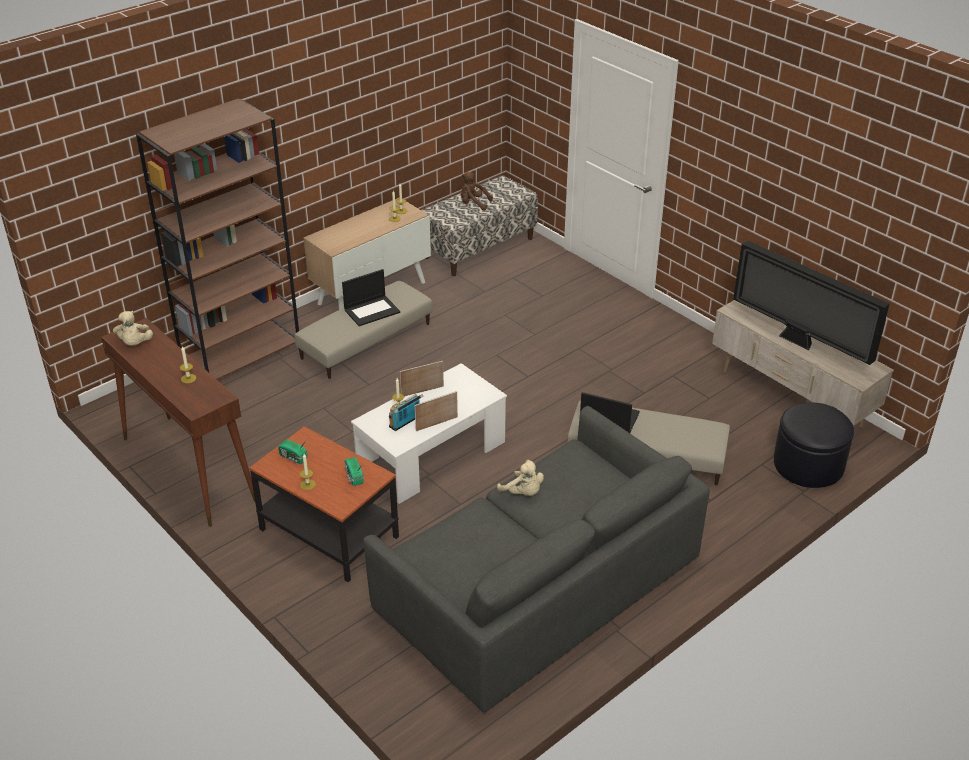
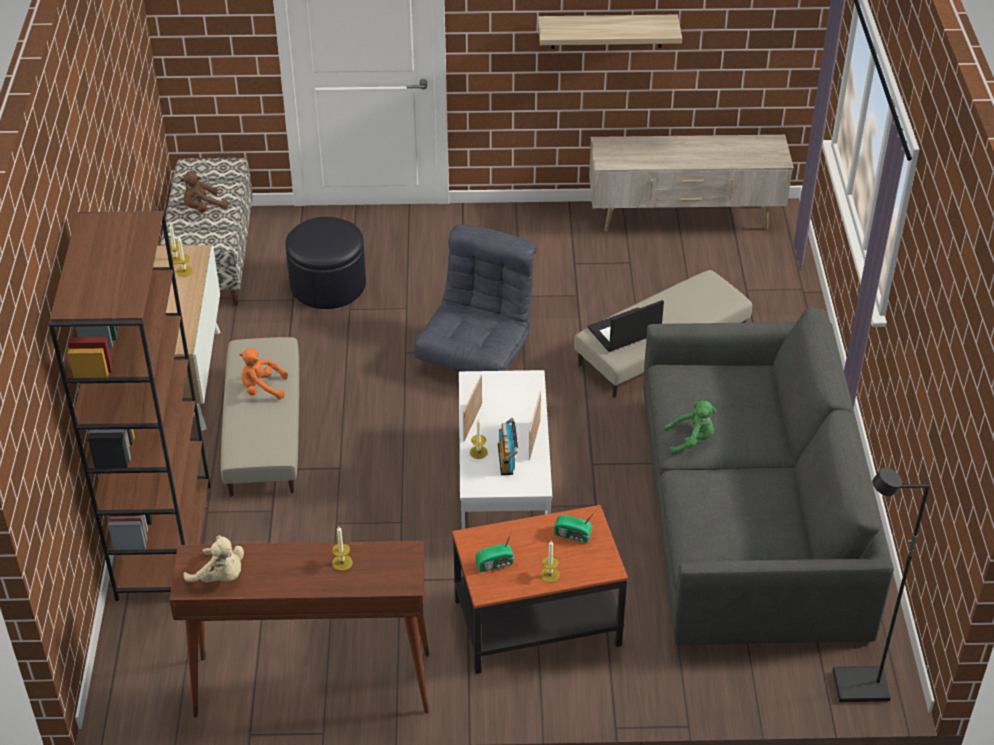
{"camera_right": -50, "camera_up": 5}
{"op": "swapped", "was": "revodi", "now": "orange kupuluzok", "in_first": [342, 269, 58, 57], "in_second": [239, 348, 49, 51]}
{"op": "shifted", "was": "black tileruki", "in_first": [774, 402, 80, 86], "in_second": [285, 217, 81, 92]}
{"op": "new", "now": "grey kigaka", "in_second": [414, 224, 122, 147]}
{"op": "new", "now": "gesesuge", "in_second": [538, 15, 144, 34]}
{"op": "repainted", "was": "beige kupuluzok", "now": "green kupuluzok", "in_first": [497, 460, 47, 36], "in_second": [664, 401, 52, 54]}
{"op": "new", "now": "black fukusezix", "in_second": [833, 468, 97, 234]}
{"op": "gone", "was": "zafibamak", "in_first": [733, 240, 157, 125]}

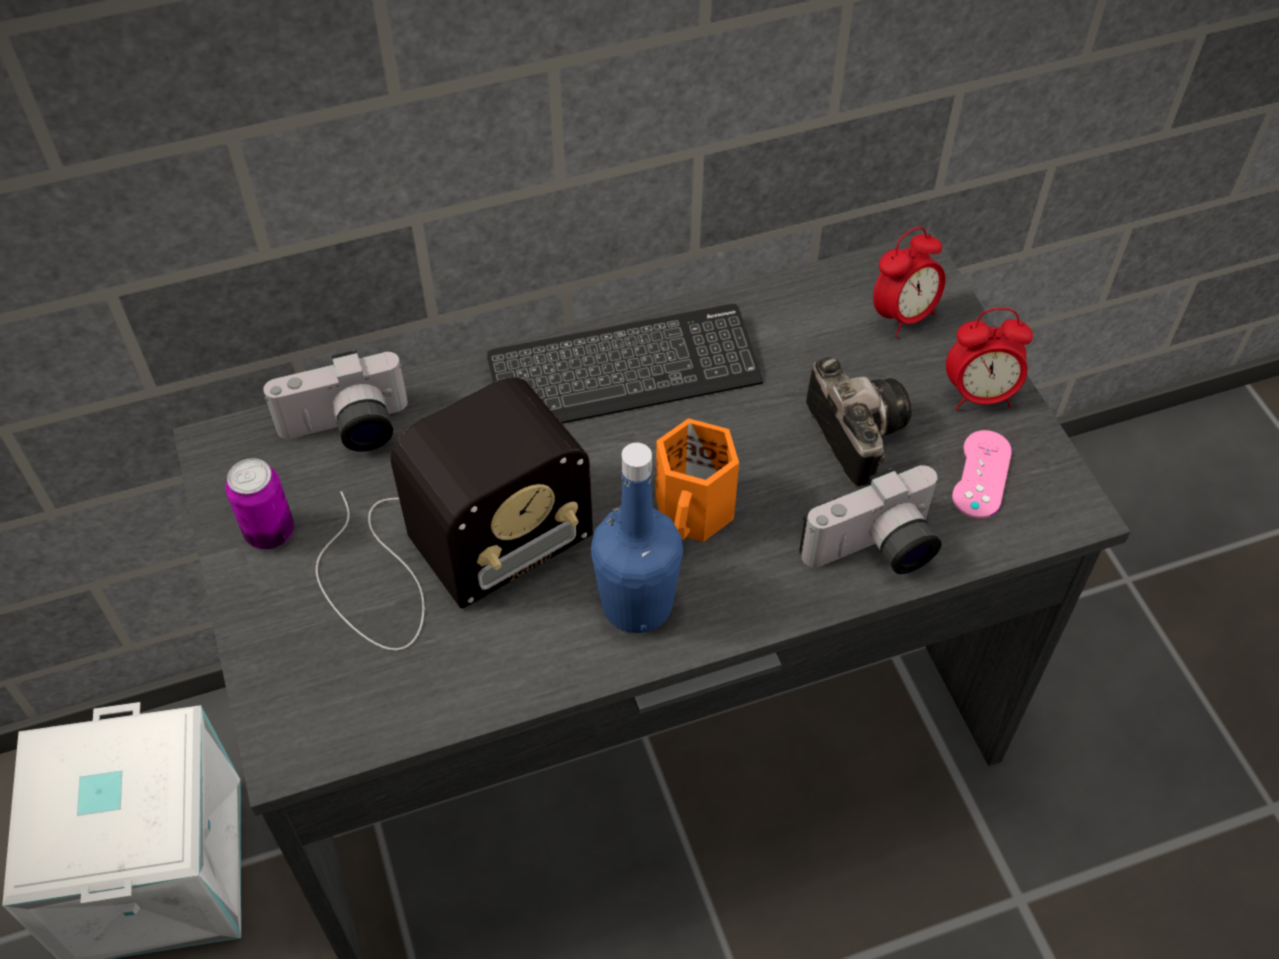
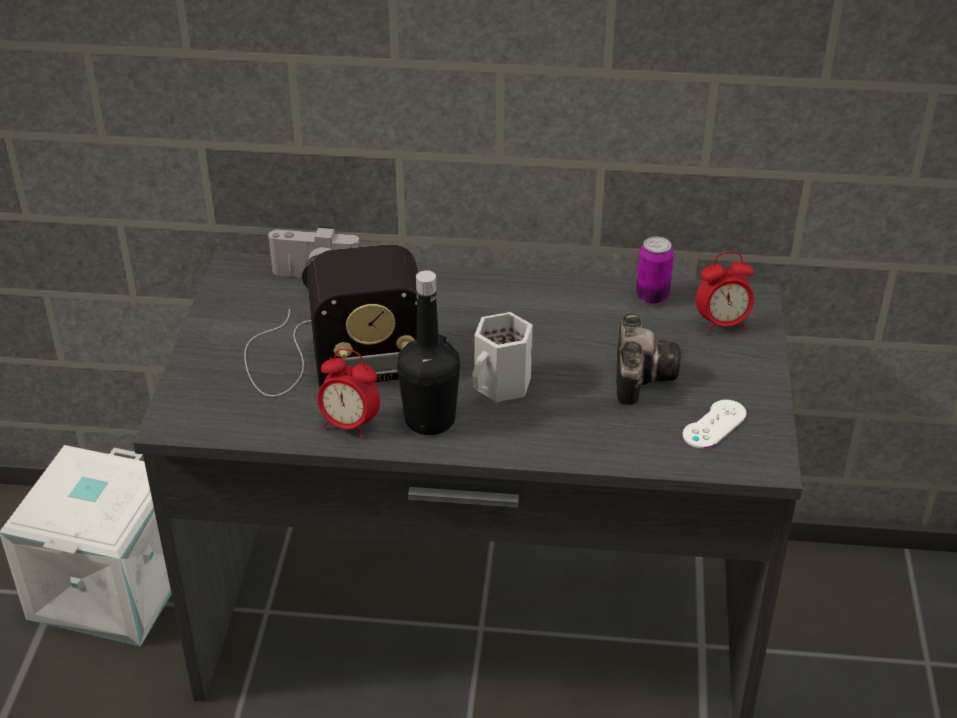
{"camera_right": 25, "camera_up": -15}
{"op": "shifted", "was": "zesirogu", "in_first": [946, 308, 87, 102], "in_second": [317, 349, 63, 90]}
{"op": "repainted", "was": "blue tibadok", "now": "black tibadok", "in_first": [591, 443, 92, 190], "in_second": [397, 270, 63, 165]}
{"op": "repainted", "was": "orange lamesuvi", "now": "white lamesuvi", "in_first": [656, 418, 83, 124], "in_second": [472, 312, 61, 90]}
{"op": "shifted", "was": "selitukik", "in_first": [226, 458, 68, 91], "in_second": [636, 237, 38, 67]}
{"op": "repainted", "was": "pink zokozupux", "now": "white zokozupux", "in_first": [952, 430, 60, 89], "in_second": [683, 400, 64, 49]}
{"op": "gone", "was": "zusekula", "in_first": [487, 304, 276, 120]}
{"op": "gone", "was": "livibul", "in_first": [799, 465, 142, 109]}

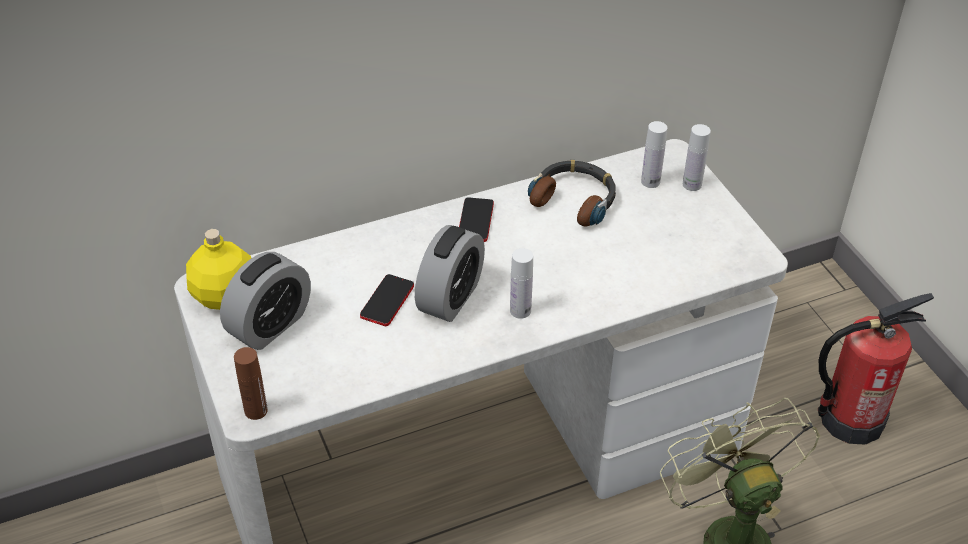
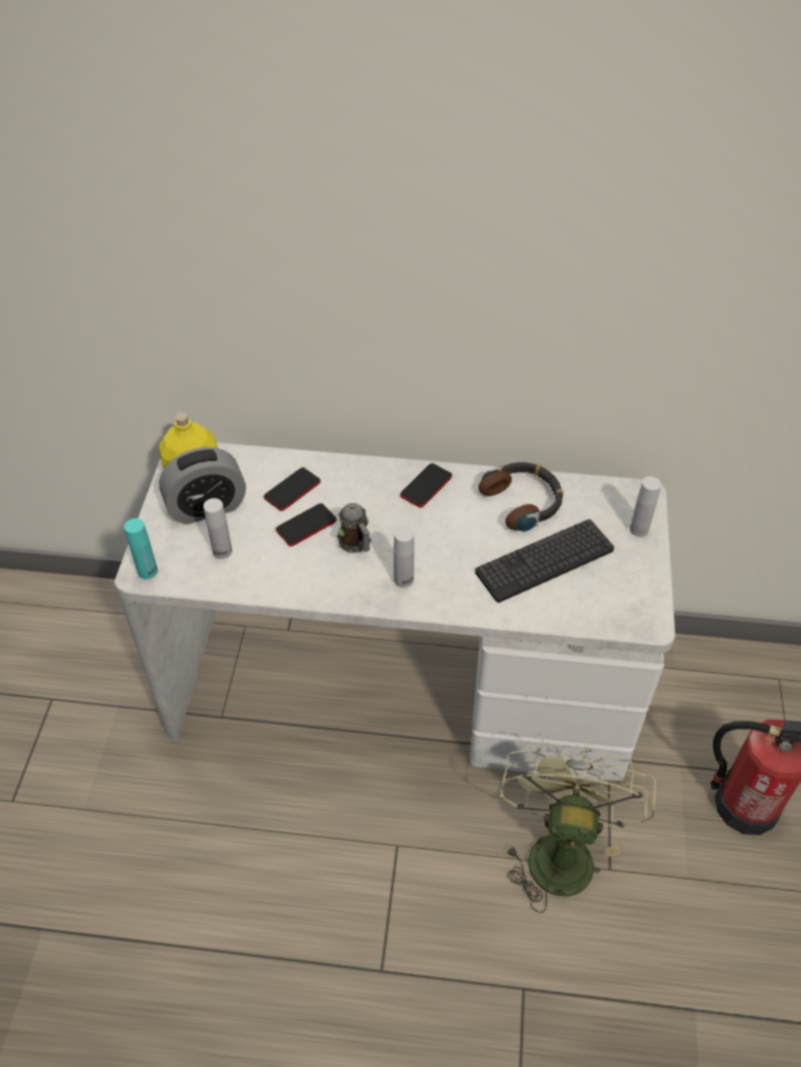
{"camera_right": 30, "camera_up": 5}
{"op": "repainted", "was": "brown tibadok", "now": "turquoise tibadok", "in_first": [234, 347, 34, 73], "in_second": [124, 518, 34, 61]}
{"op": "shifted", "was": "white tibadok", "in_first": [641, 121, 26, 67], "in_second": [203, 498, 29, 61]}
{"op": "new", "now": "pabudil", "in_second": [264, 467, 57, 44]}
{"op": "swapped", "was": "zesirogu", "now": "lamesuvi", "in_first": [415, 225, 70, 97], "in_second": [337, 503, 34, 50]}
{"op": "new", "now": "zusekula", "in_second": [475, 519, 139, 84]}

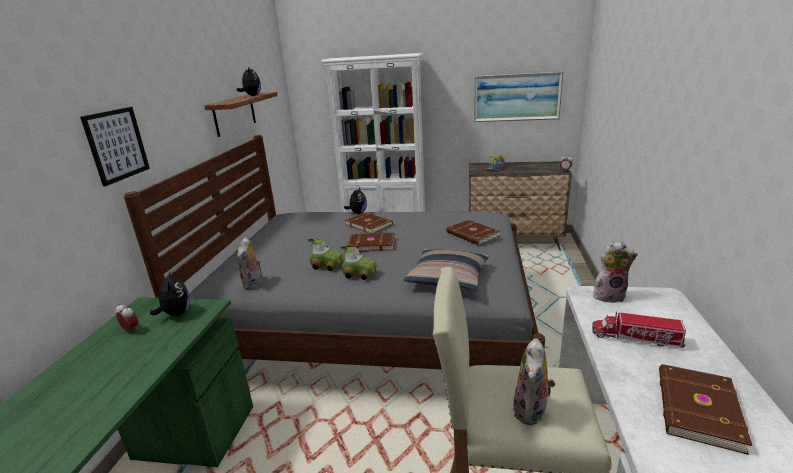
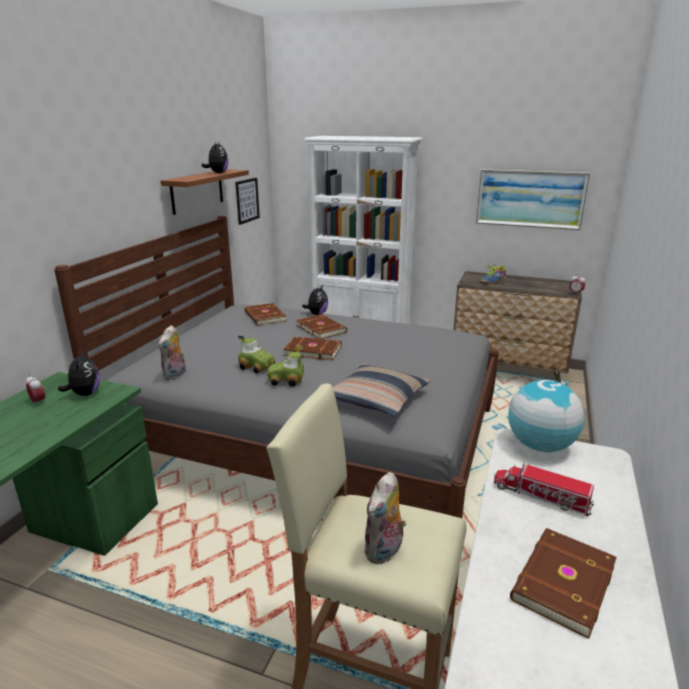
{"camera_right": 10, "camera_up": 0}
{"op": "shifted", "was": "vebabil", "in_first": [80, 107, 70, 80], "in_second": [235, 178, 25, 47]}
{"op": "shifted", "was": "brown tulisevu", "in_first": [446, 220, 54, 25], "in_second": [244, 303, 42, 22]}
{"op": "rotated", "was": "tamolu", "in_first": [341, 246, 36, 34], "in_second": [267, 345, 37, 42], "clockwise": 150}
{"op": "swapped", "was": "kupuluzok", "now": "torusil", "in_first": [593, 242, 45, 61], "in_second": [508, 380, 77, 72]}

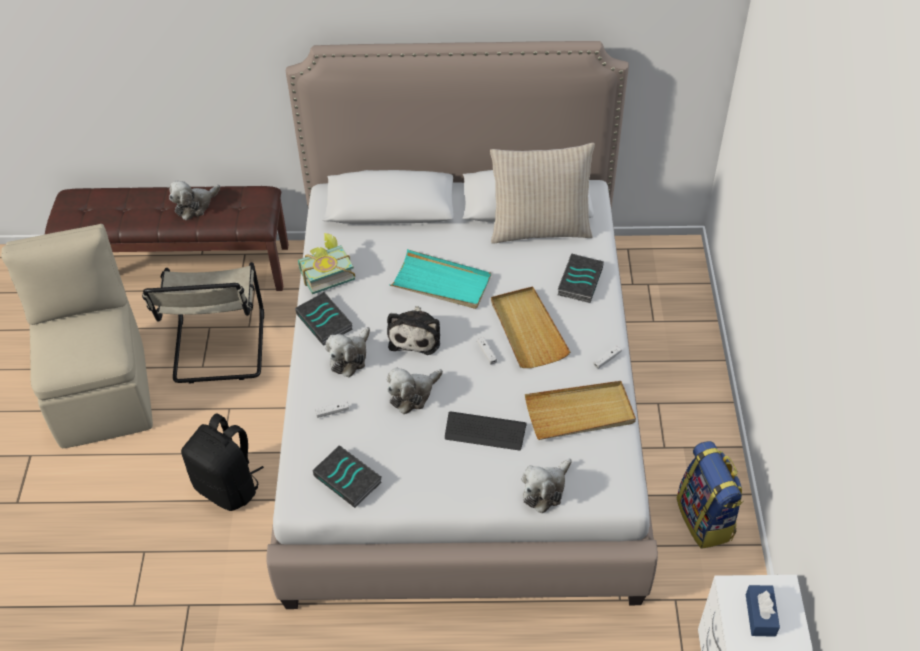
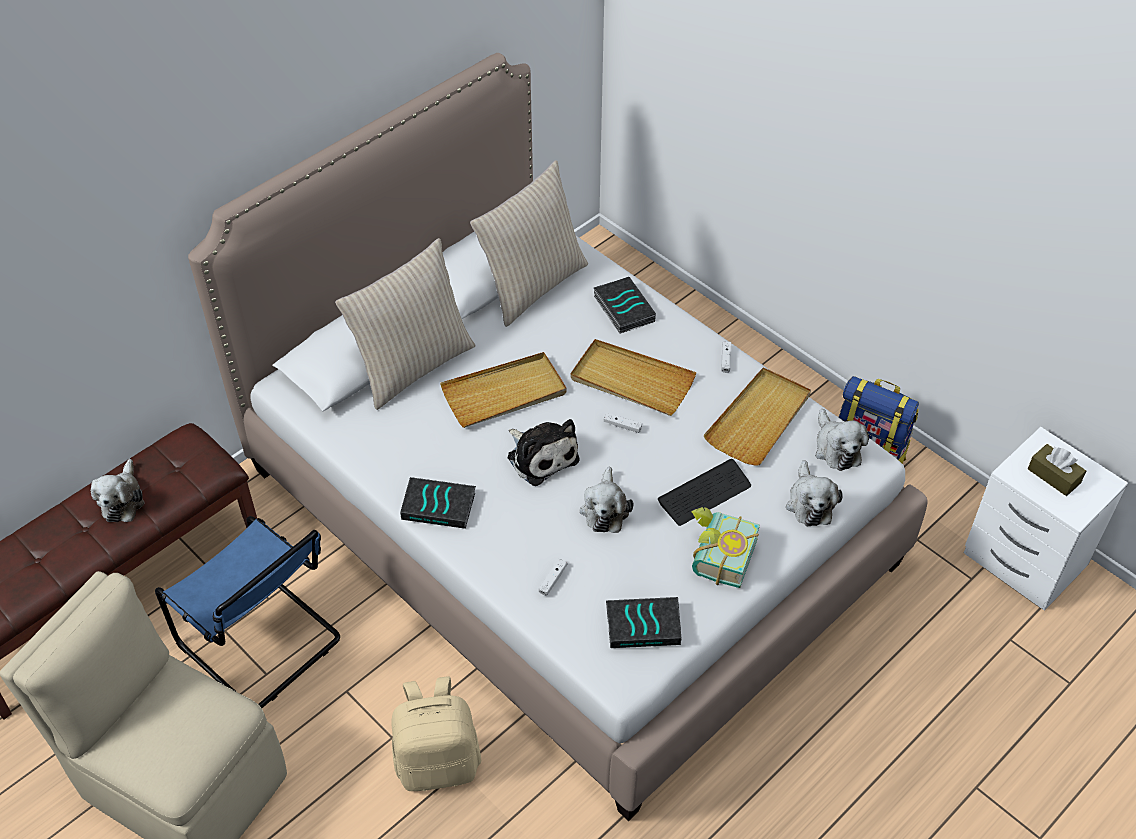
{"camera_right": -45, "camera_up": 0}
{"op": "repainted", "was": "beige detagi", "now": "blue detagi", "in_first": [142, 262, 122, 121], "in_second": [155, 516, 185, 192]}
{"op": "new", "now": "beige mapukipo", "in_second": [335, 238, 140, 172]}
{"op": "repainted", "was": "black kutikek", "now": "beige kutikek", "in_first": [181, 413, 83, 98], "in_second": [391, 676, 90, 115]}
{"op": "repainted", "was": "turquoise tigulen", "now": "beige tigulen", "in_first": [389, 249, 102, 60], "in_second": [440, 352, 127, 76]}
{"op": "shifted", "was": "tulisevu", "in_first": [298, 233, 57, 61], "in_second": [691, 507, 69, 81]}
{"op": "shifted", "was": "kupuluzok", "in_first": [325, 327, 45, 50], "in_second": [815, 409, 54, 62]}
{"op": "repainted", "was": "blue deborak", "now": "brown deborak", "in_first": [746, 585, 34, 52], "in_second": [1028, 444, 58, 52]}

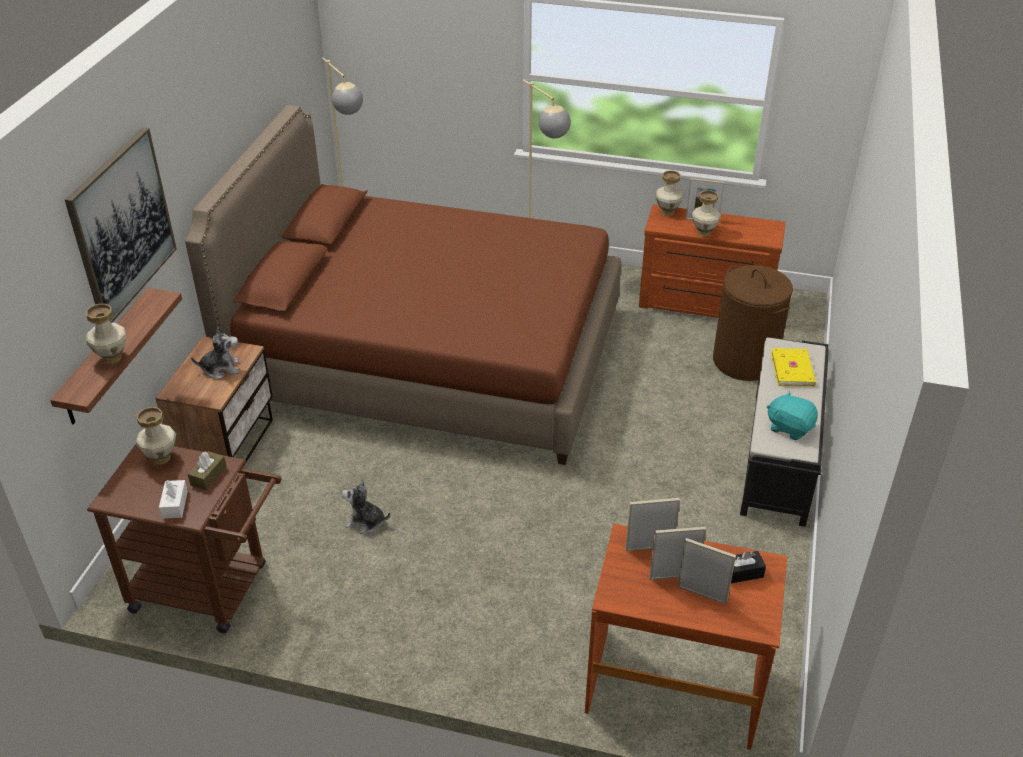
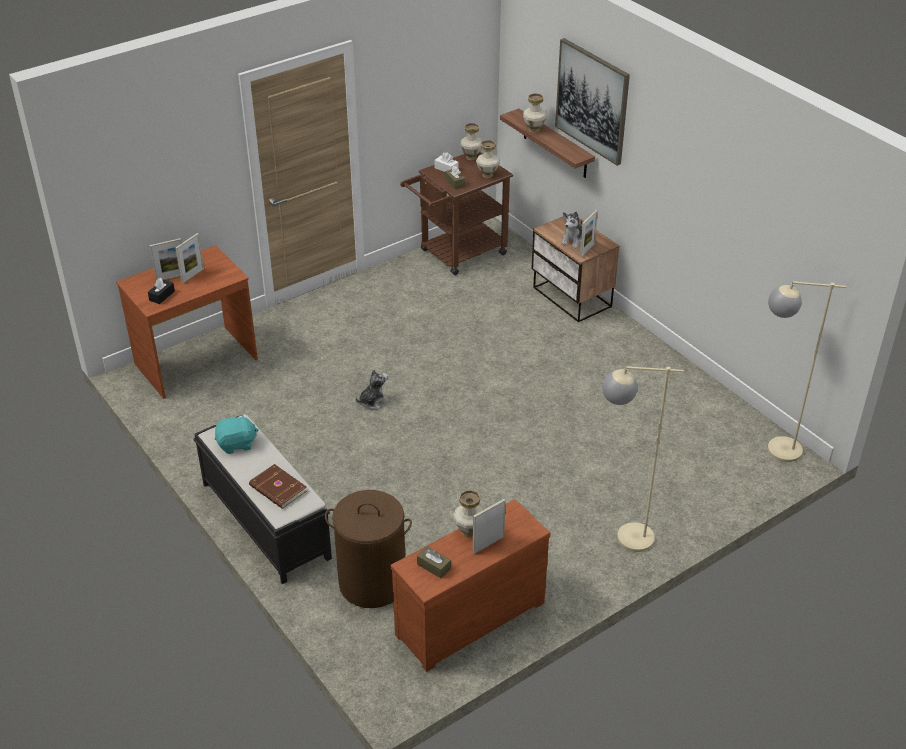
{"camera_right": 130, "camera_up": 0}
{"op": "repainted", "was": "yellow tulisevu", "now": "brown tulisevu", "in_first": [771, 348, 45, 39], "in_second": [249, 464, 58, 45]}
{"op": "shifted", "was": "kupuluzok", "in_first": [342, 479, 48, 55], "in_second": [356, 369, 33, 41]}
{"op": "new", "now": "brown deborak", "in_second": [417, 546, 34, 32]}
{"op": "shifted", "was": "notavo", "in_first": [655, 170, 28, 46], "in_second": [460, 123, 22, 37]}
{"op": "shifted", "was": "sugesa", "in_first": [625, 498, 55, 53], "in_second": [580, 210, 18, 47]}
{"op": "gone", "was": "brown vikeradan", "in_first": [185, 105, 436, 360]}

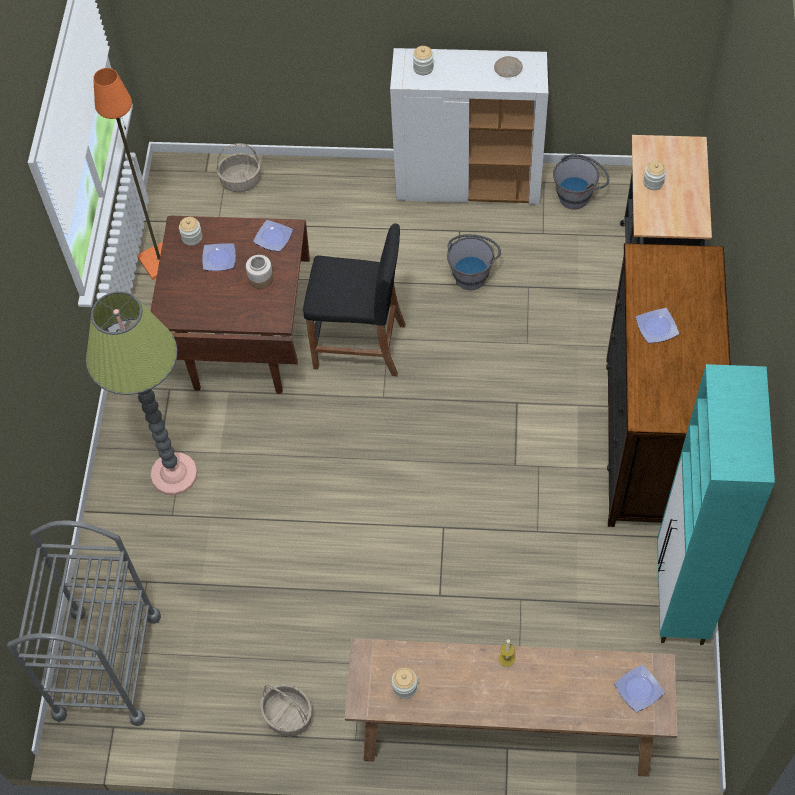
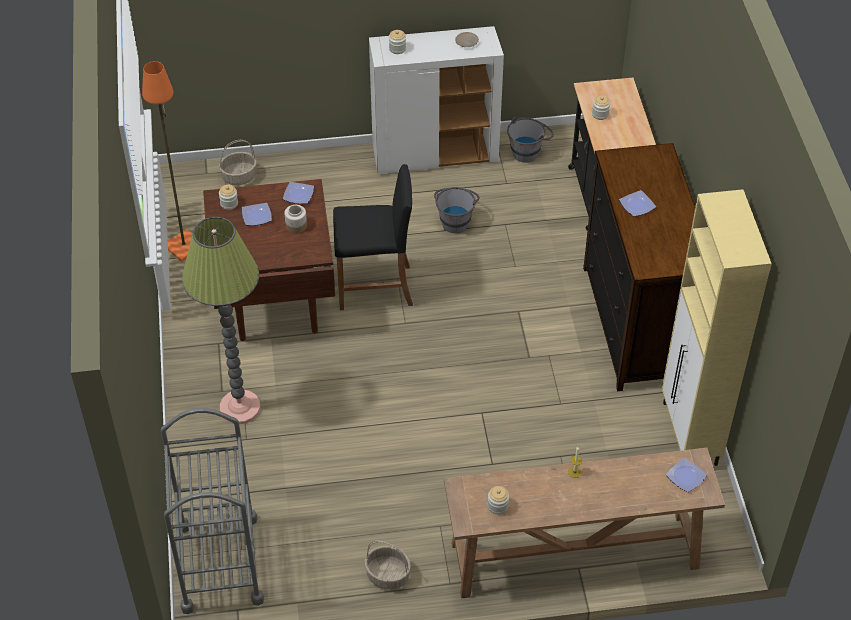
{"camera_right": -15, "camera_up": -10}
{"op": "repainted", "was": "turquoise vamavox", "now": "beige vamavox", "in_first": [657, 364, 118, 281], "in_second": [662, 189, 110, 277]}

